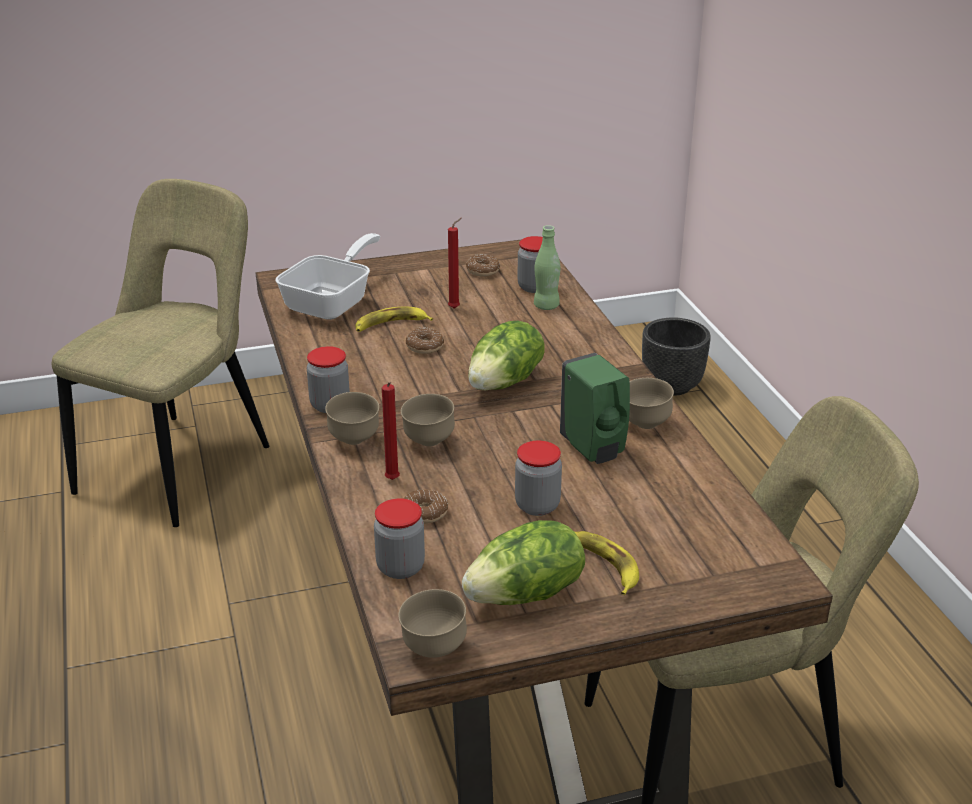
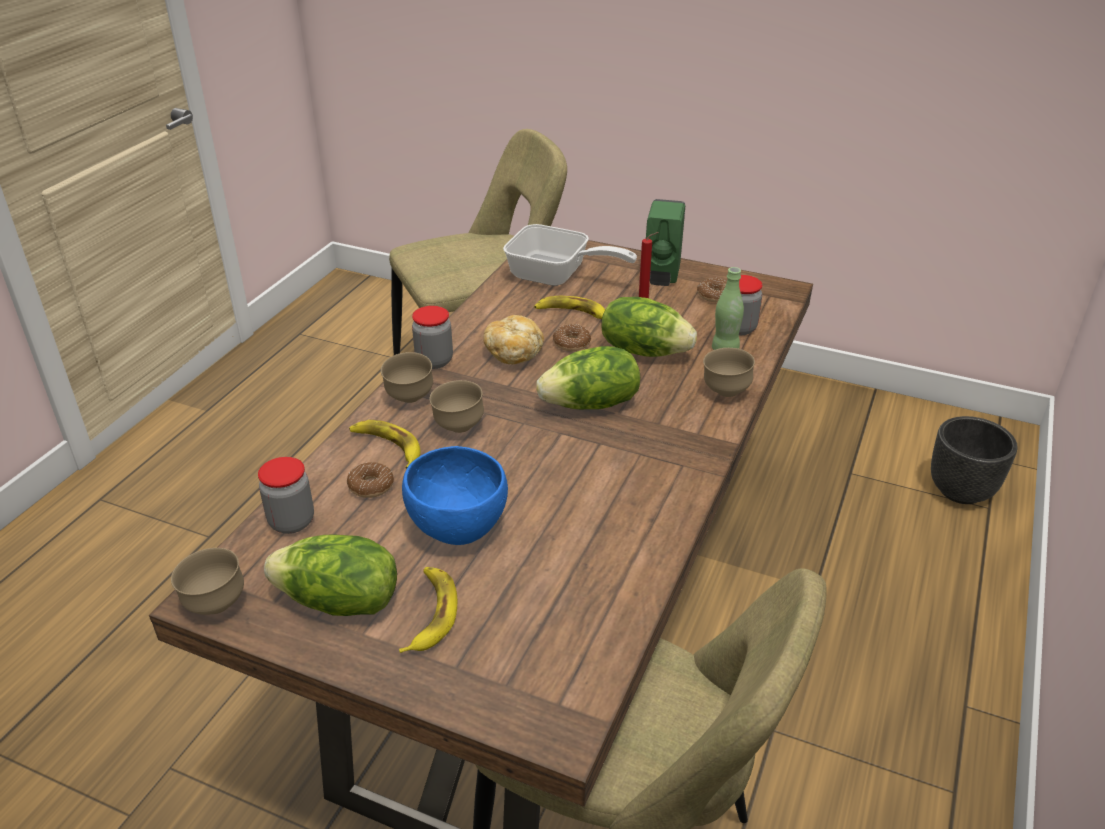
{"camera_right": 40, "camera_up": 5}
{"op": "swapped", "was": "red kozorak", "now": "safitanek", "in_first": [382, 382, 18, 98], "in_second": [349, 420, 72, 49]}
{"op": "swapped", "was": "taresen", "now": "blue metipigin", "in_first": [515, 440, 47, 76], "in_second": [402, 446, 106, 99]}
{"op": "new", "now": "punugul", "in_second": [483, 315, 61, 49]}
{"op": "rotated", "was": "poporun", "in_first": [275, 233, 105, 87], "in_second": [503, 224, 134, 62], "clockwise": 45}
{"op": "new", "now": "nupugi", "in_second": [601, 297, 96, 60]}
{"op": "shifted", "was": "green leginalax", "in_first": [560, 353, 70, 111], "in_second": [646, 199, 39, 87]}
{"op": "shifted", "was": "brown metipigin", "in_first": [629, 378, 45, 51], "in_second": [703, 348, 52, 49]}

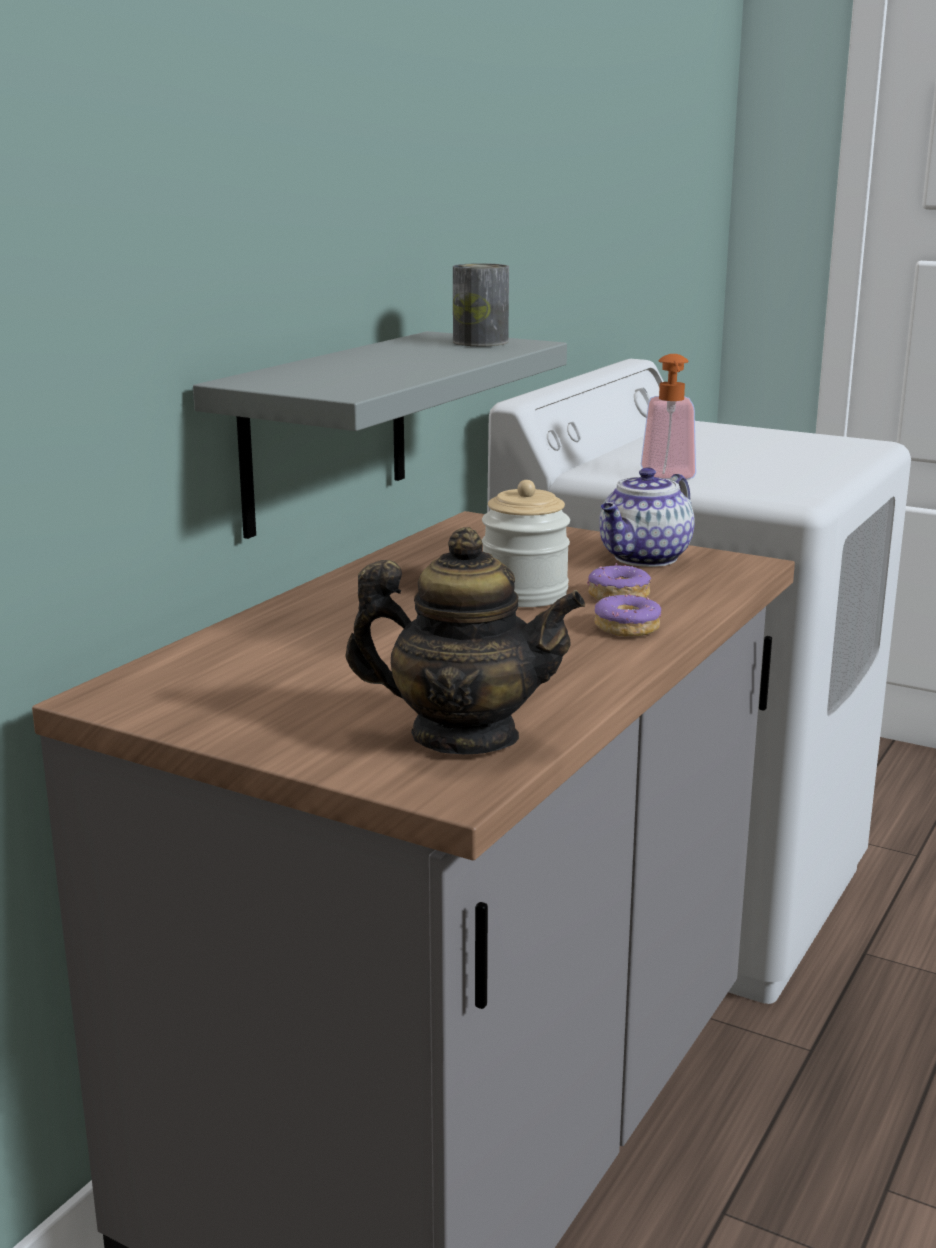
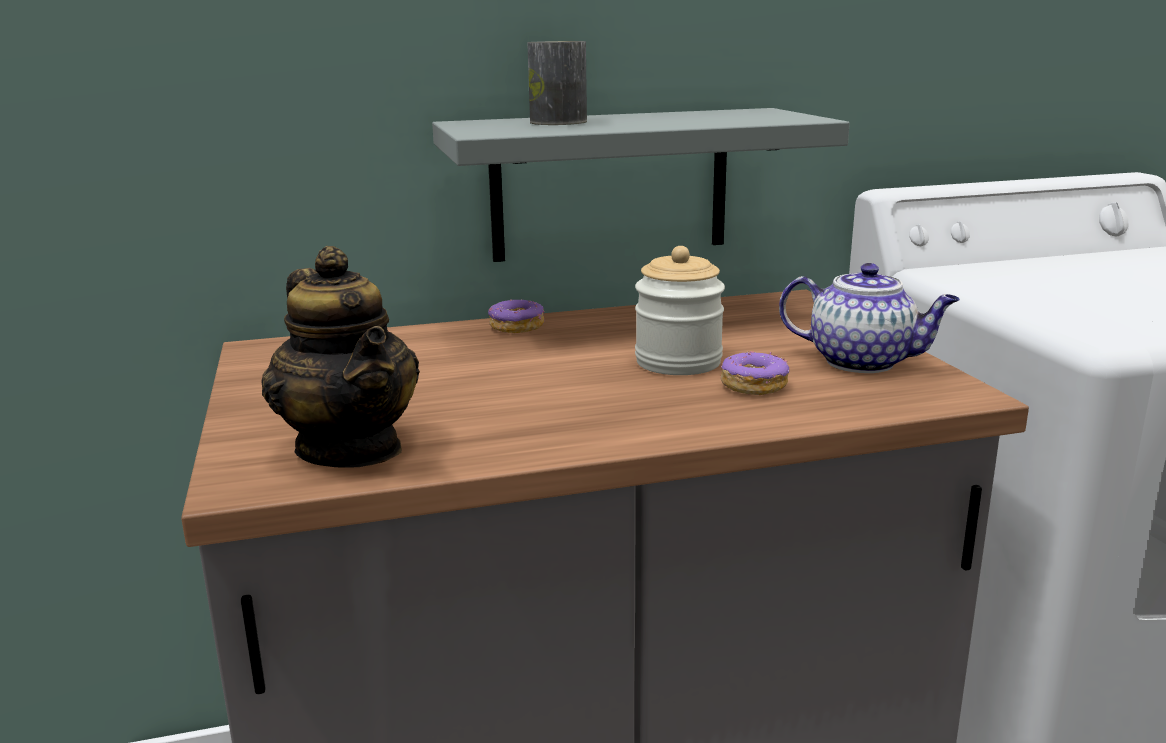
{"camera_right": 45, "camera_up": 0}
{"op": "shifted", "was": "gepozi", "in_first": [594, 594, 67, 43], "in_second": [488, 299, 56, 34]}
{"op": "shifted", "was": "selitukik", "in_first": [453, 263, 56, 83], "in_second": [527, 41, 60, 84]}
{"op": "rotated", "was": "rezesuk", "in_first": [599, 468, 96, 99], "in_second": [779, 263, 181, 110], "clockwise": -150}
{"op": "gone", "was": "leginalax", "in_first": [641, 354, 55, 125]}

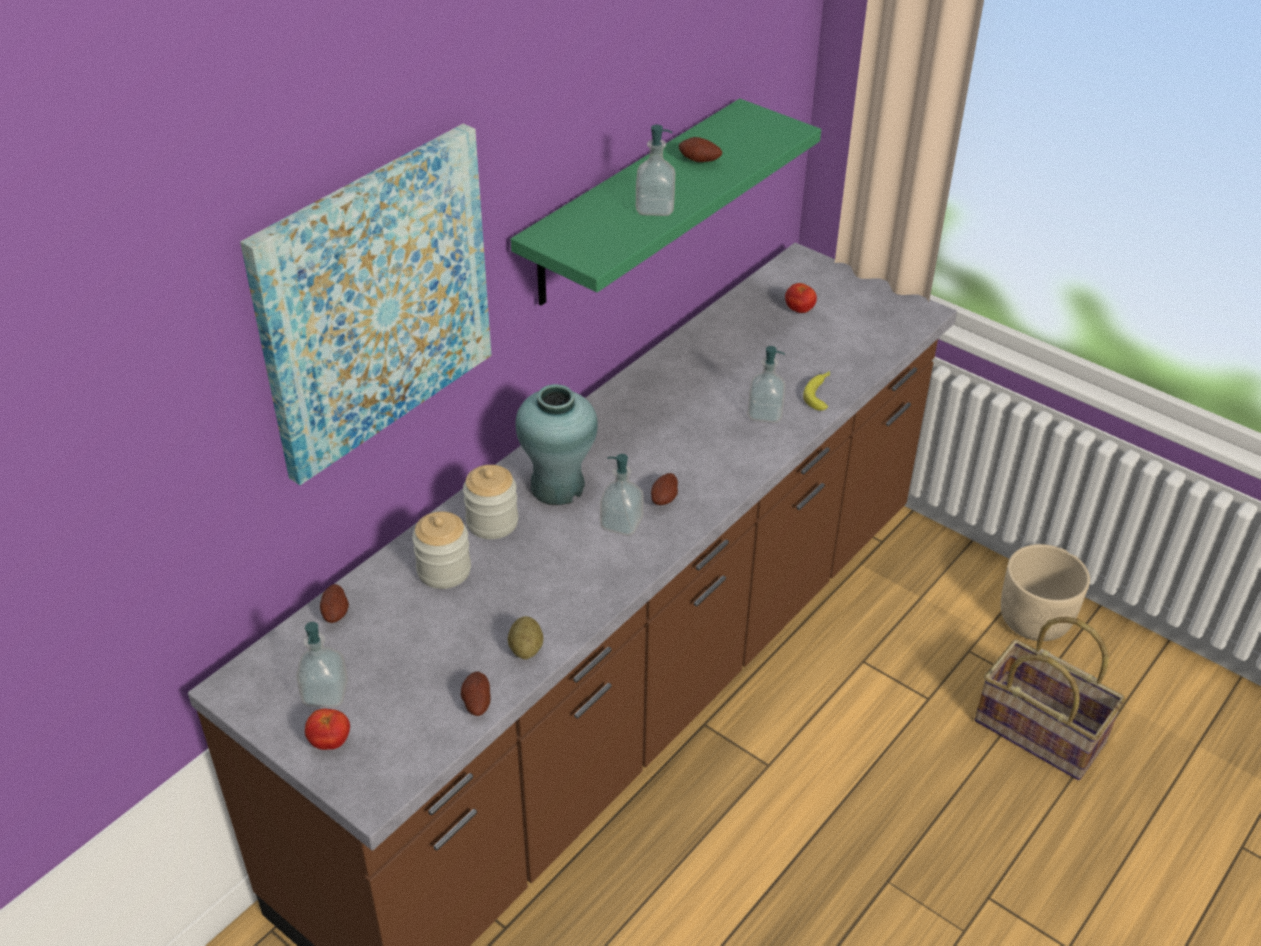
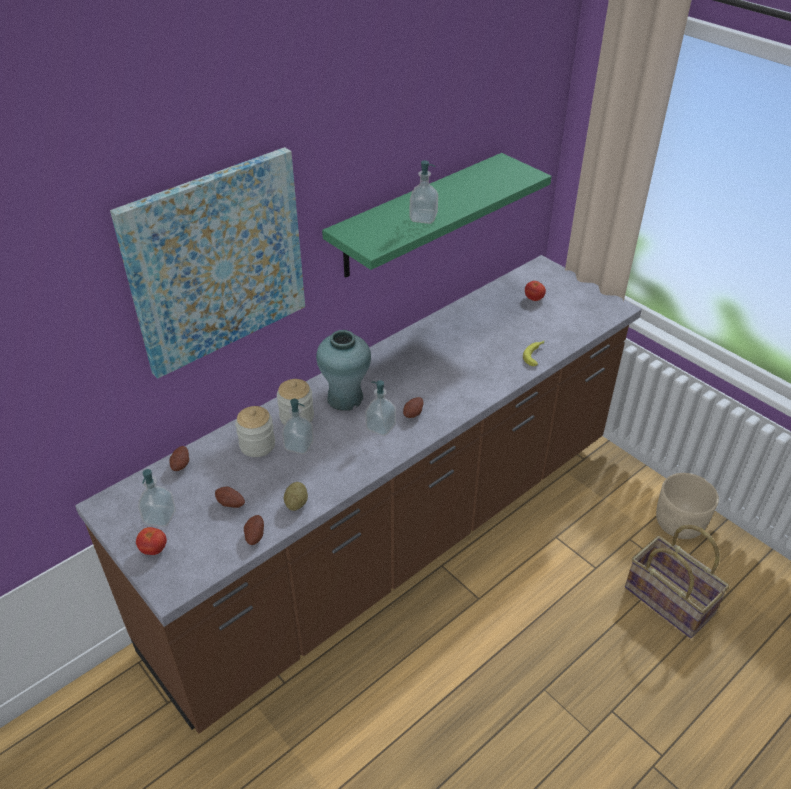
{"camera_right": 10, "camera_up": 0}
{"op": "shifted", "was": "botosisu", "in_first": [679, 137, 43, 25], "in_second": [215, 487, 30, 21]}
{"op": "shifted", "was": "leginalax", "in_first": [748, 346, 38, 77], "in_second": [282, 399, 32, 55]}

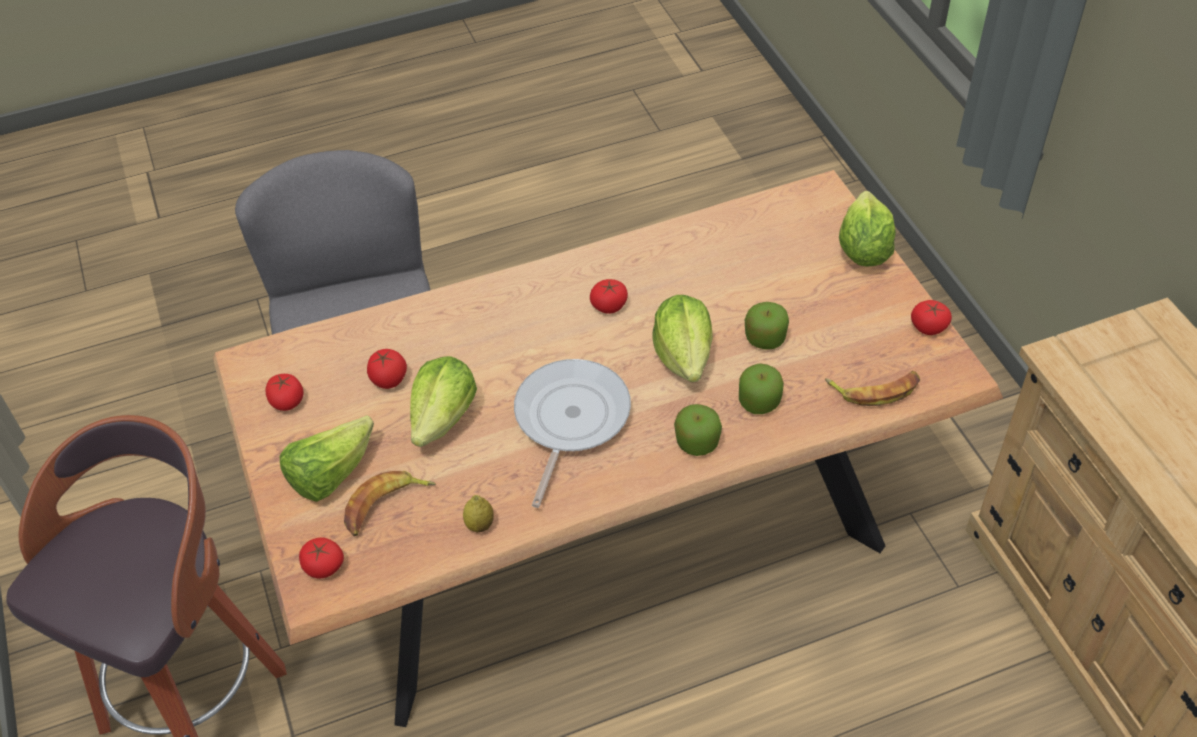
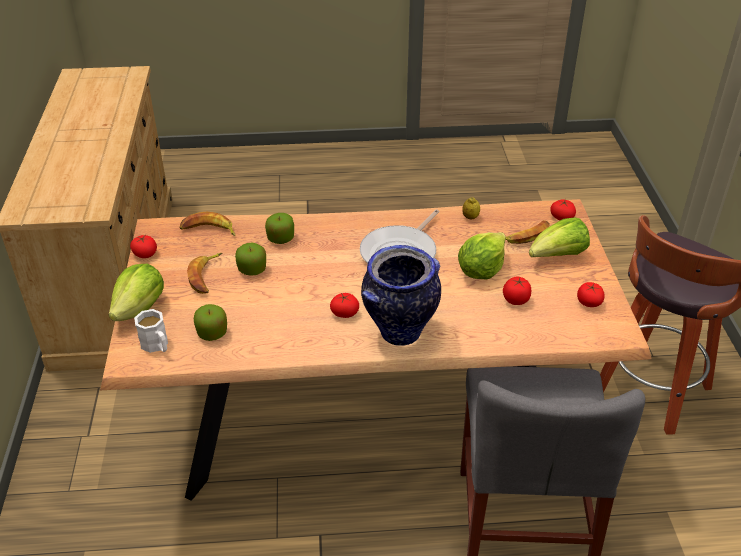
{"camera_right": -165, "camera_up": -10}
{"op": "new", "now": "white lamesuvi", "in_second": [134, 309, 34, 44]}
{"op": "new", "now": "safitanek", "in_second": [187, 253, 35, 41]}
{"op": "shifted", "was": "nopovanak", "in_first": [674, 404, 48, 52], "in_second": [194, 304, 33, 37]}
{"op": "new", "now": "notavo", "in_second": [361, 245, 80, 101]}
{"op": "gone", "was": "nupugi", "in_first": [652, 295, 61, 87]}

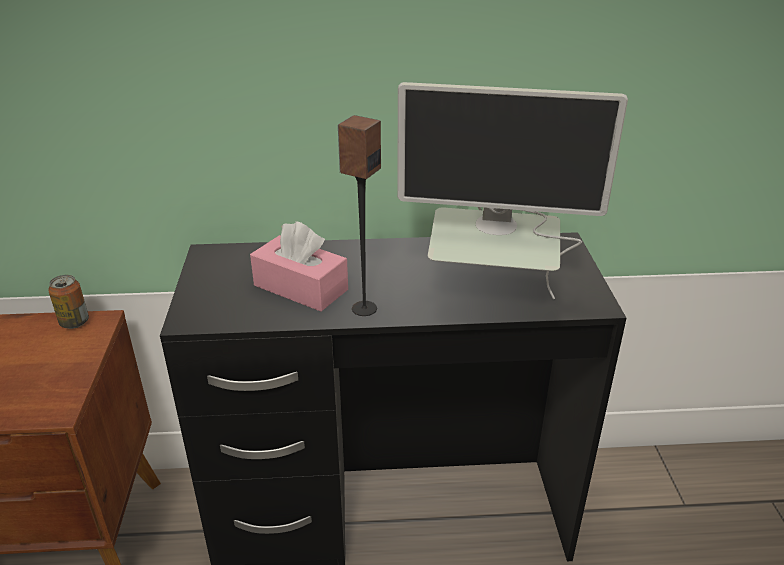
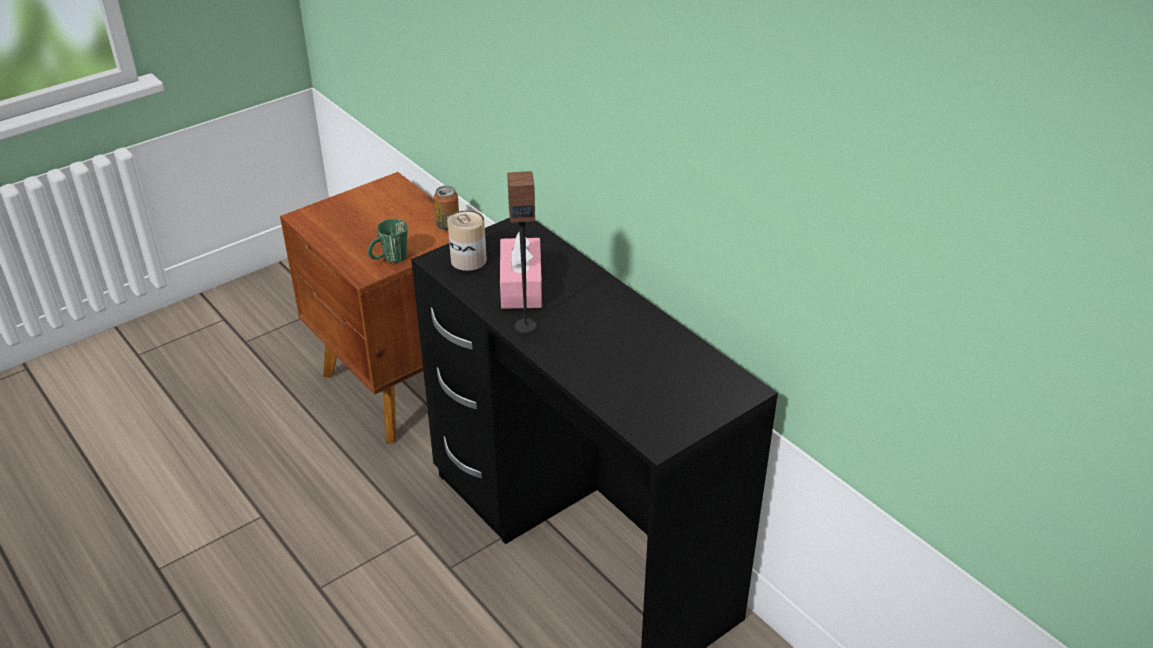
{"camera_right": 55, "camera_up": 5}
{"op": "new", "now": "green lamesuvi", "in_second": [368, 219, 40, 44]}
{"op": "new", "now": "selitukik", "in_second": [448, 210, 39, 61]}
{"op": "gone", "was": "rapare", "in_first": [397, 82, 231, 218]}

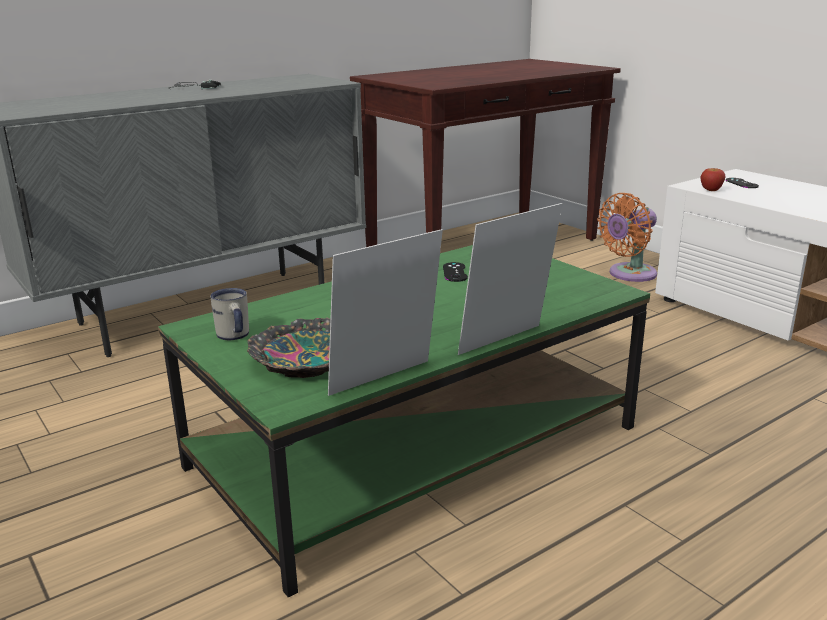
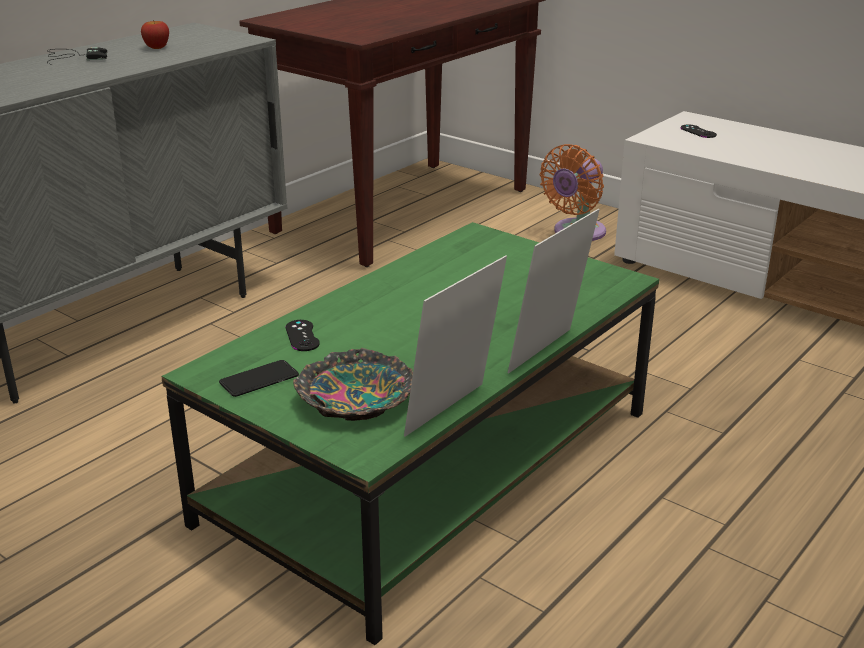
{"camera_right": -15, "camera_up": 5}
{"op": "shifted", "was": "nopovanak", "in_first": [700, 168, 26, 23], "in_second": [141, 20, 28, 29]}
{"op": "swapped", "was": "white lamesuvi", "now": "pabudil", "in_first": [210, 288, 39, 52], "in_second": [219, 360, 80, 37]}
{"op": "shifted", "was": "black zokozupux", "in_first": [443, 262, 25, 20], "in_second": [286, 320, 34, 31]}

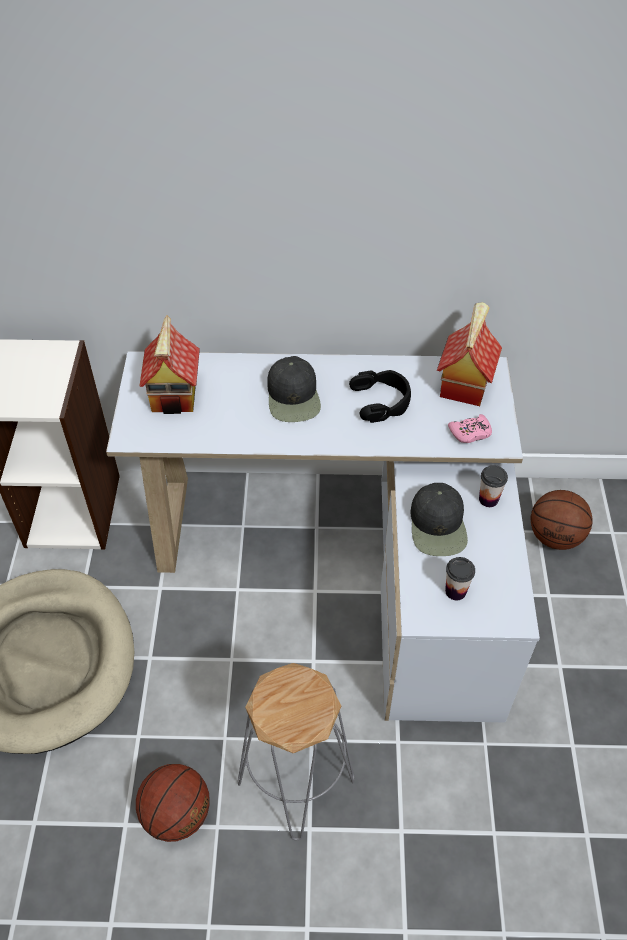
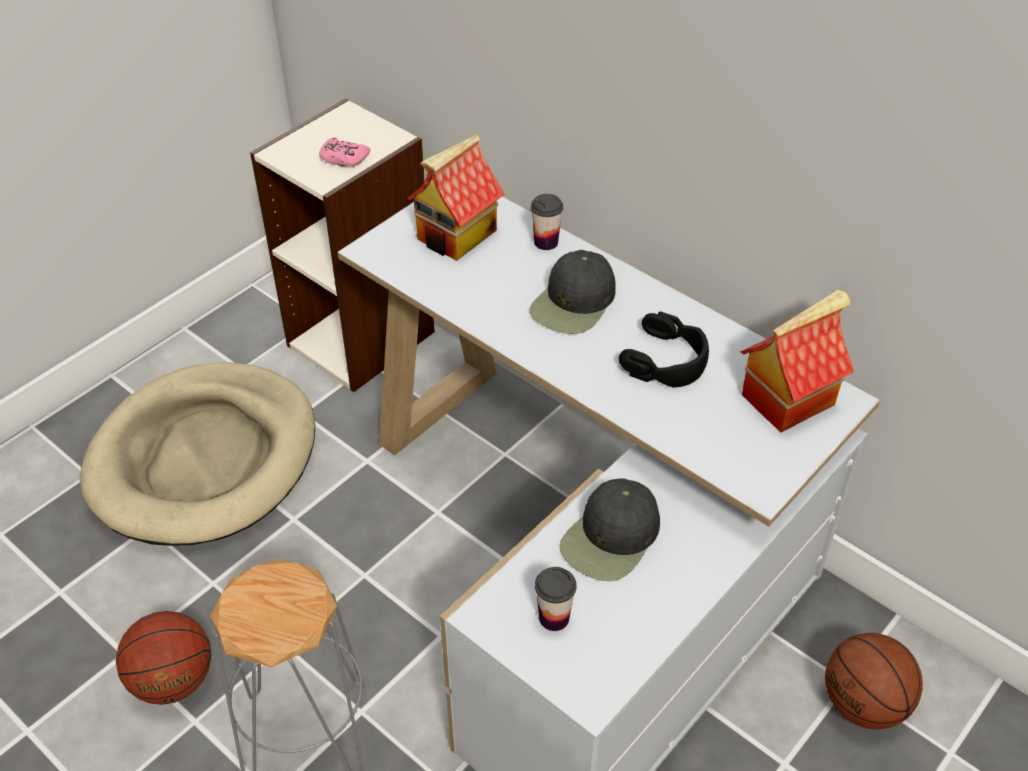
{"camera_right": 40, "camera_up": -5}
{"op": "shifted", "was": "pink zokozupux", "in_first": [448, 414, 44, 29], "in_second": [319, 137, 51, 30]}
{"op": "shifted", "was": "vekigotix", "in_first": [479, 465, 29, 42], "in_second": [531, 194, 32, 56]}

